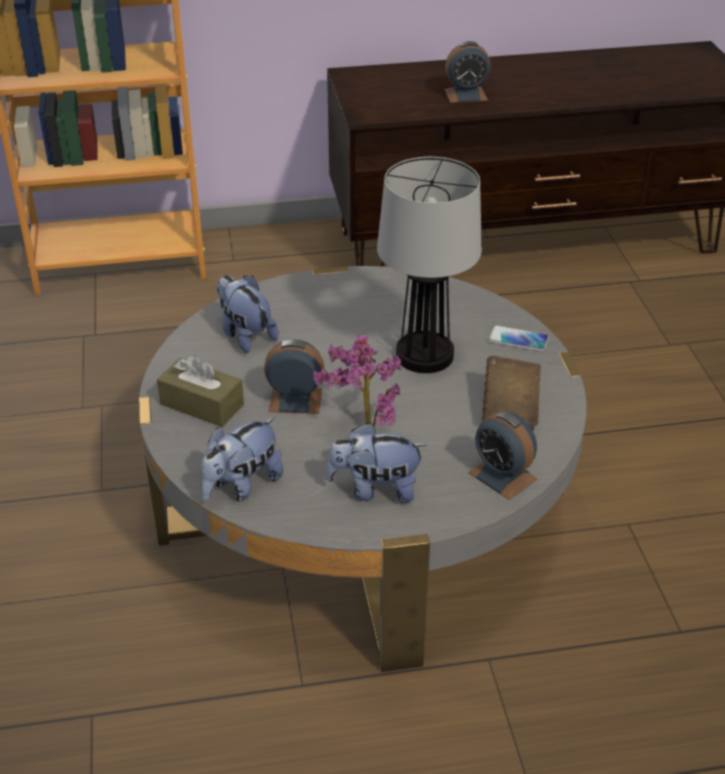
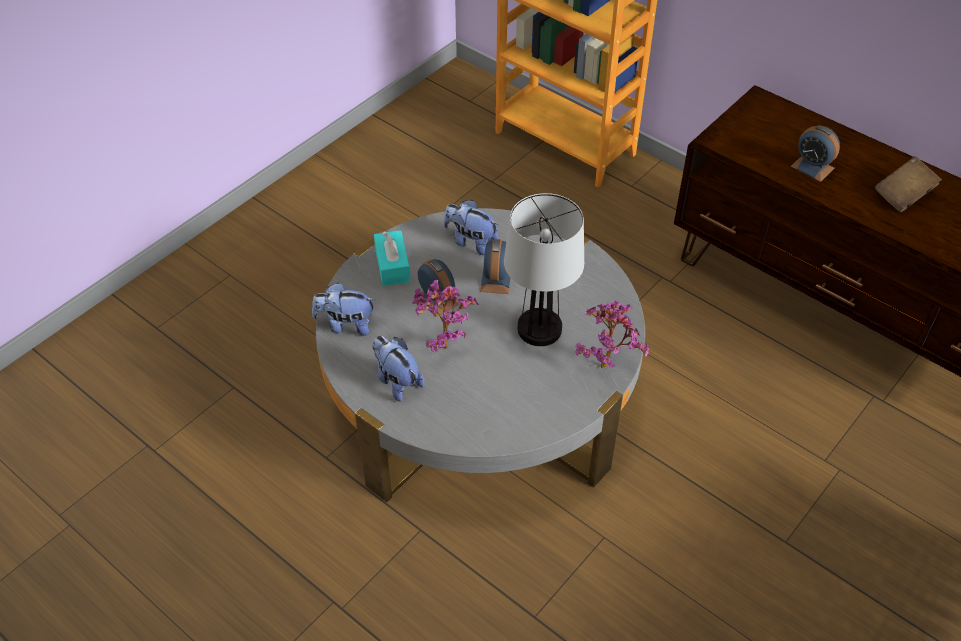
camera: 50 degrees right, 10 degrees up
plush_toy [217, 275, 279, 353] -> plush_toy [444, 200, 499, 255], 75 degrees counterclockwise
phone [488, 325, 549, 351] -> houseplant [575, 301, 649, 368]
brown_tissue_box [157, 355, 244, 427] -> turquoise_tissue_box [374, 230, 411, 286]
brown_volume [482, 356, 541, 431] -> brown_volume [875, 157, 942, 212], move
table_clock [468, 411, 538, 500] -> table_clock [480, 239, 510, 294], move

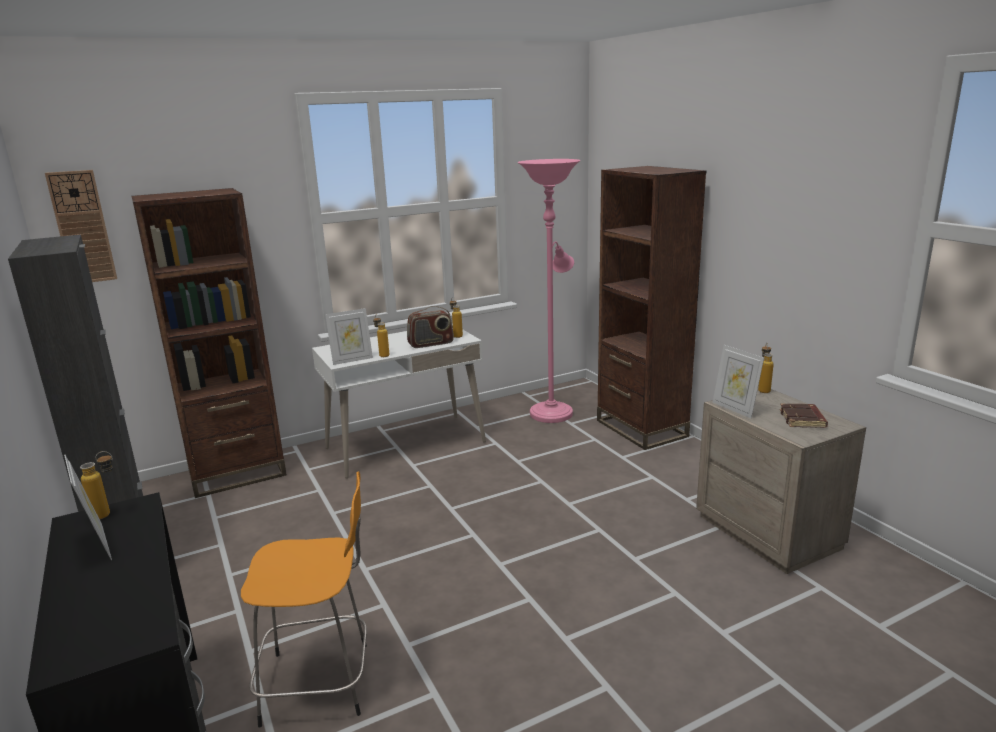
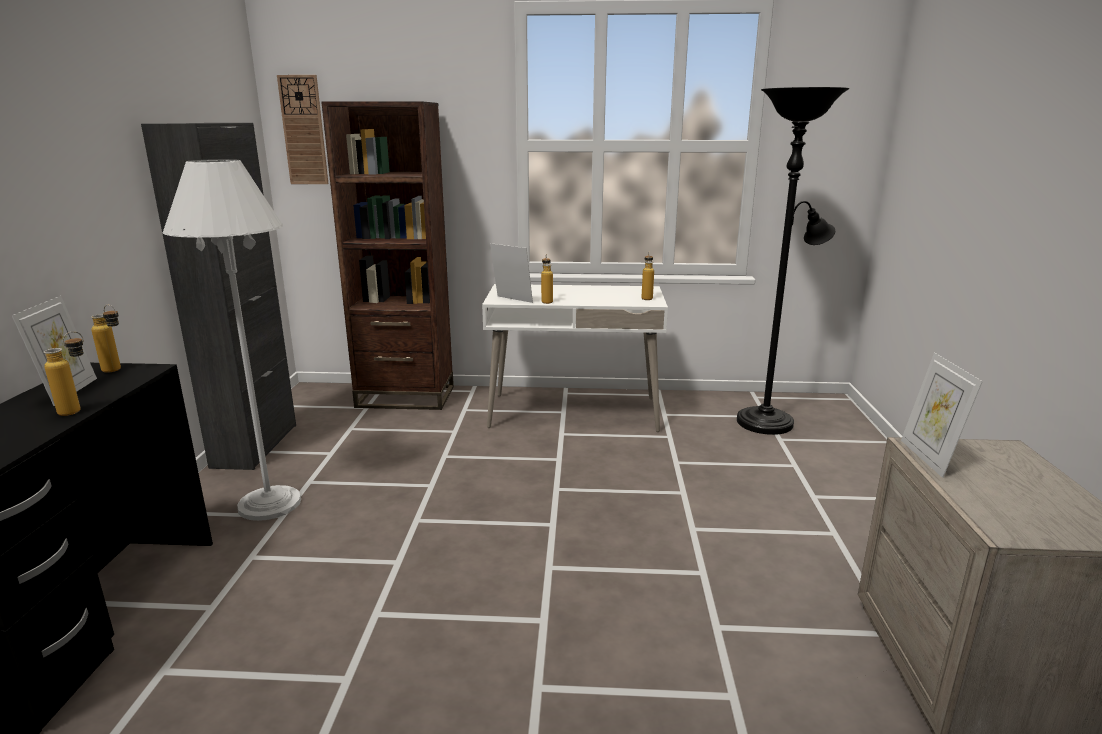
camera: 30 degrees right, 0 degrees up
pink-coloured_standing_lamp [518, 159, 581, 423] -> black-coloured_standing_lamp [737, 87, 849, 435]
brown_bookshelf [597, 166, 706, 450] -> none
radio_set [407, 306, 454, 348] -> none
standing_frame [325, 308, 373, 365] -> standing_frame [490, 243, 533, 303], 150 degrees counterclockwise
beverage_bottle [758, 343, 774, 393] -> beverage_bottle [44, 331, 84, 416], move
brown_volume [780, 403, 828, 428] -> none
orange-coloured_sitting_stool [241, 471, 367, 727] -> none
none -> white-coloured_standing_lamp [163, 159, 301, 521]

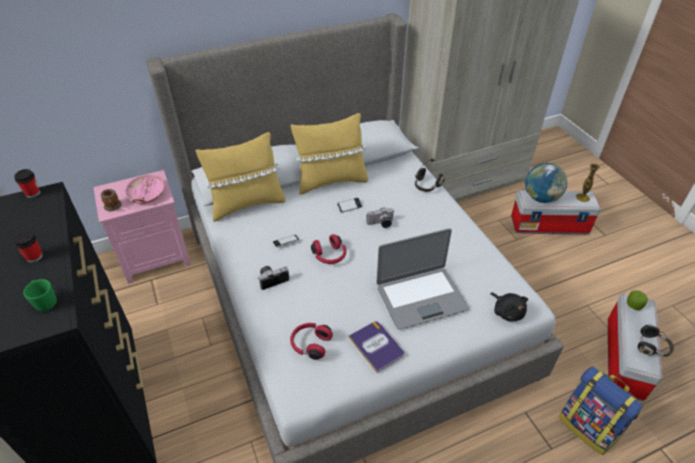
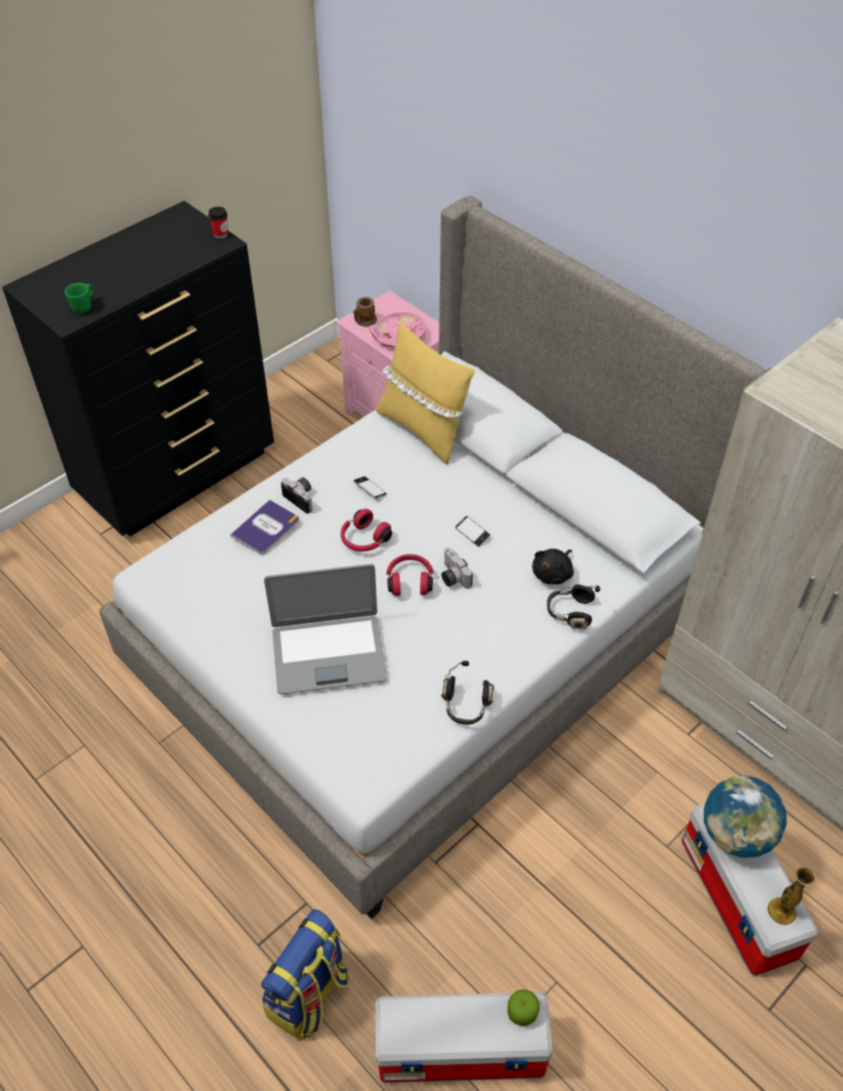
camera: 70 degrees right, 5 degrees up
yellow_pillow [291, 113, 368, 195] -> none
portable_computer [377, 228, 469, 330] -> portable_computer [264, 564, 387, 694], 60 degrees counterclockwise
cup [13, 231, 43, 263] -> none
black-coloured_plush_toy [490, 292, 528, 322] -> black-coloured_plush_toy [532, 549, 574, 584], move
volume [349, 321, 404, 373] -> volume [230, 500, 299, 554], move
red-coloured_headphones [290, 323, 333, 360] -> red-coloured_headphones [387, 554, 433, 596], move
black-coloured_headphones [638, 325, 674, 357] -> black-coloured_headphones [441, 661, 494, 725], move

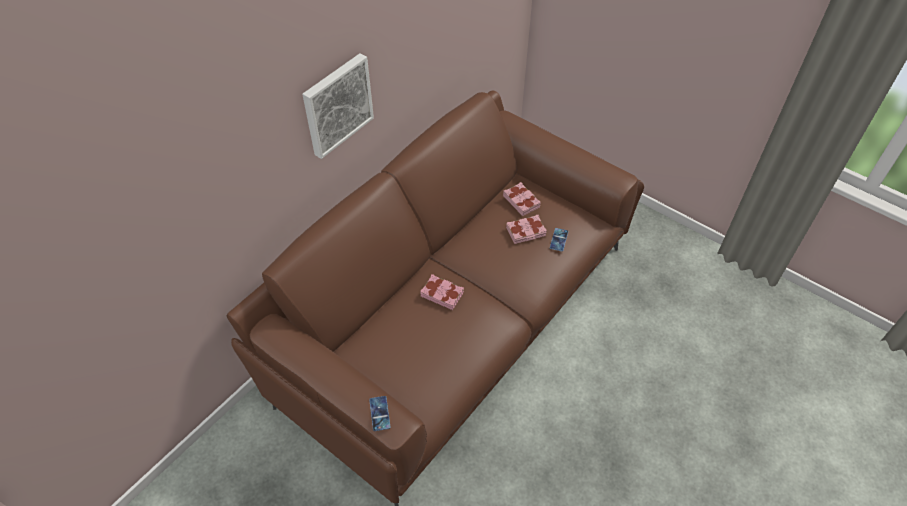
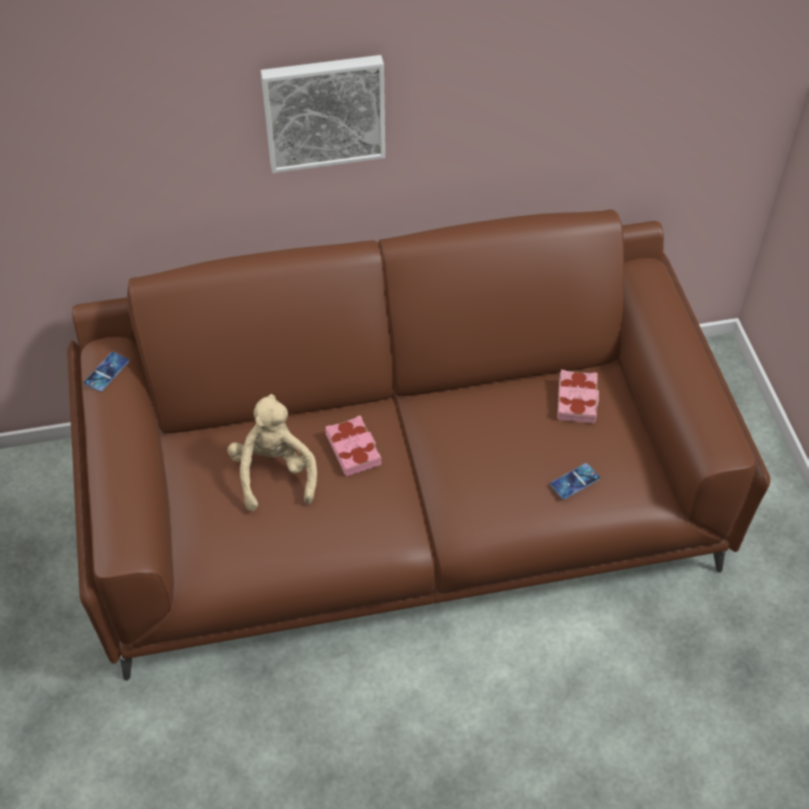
camera: 40 degrees right, 0 degrees up
pink-coloured_volume [506, 215, 547, 244] -> none
phone [369, 396, 391, 431] -> phone [84, 352, 129, 392], move
none -> sand-coloured_plush_toy [227, 394, 317, 511]

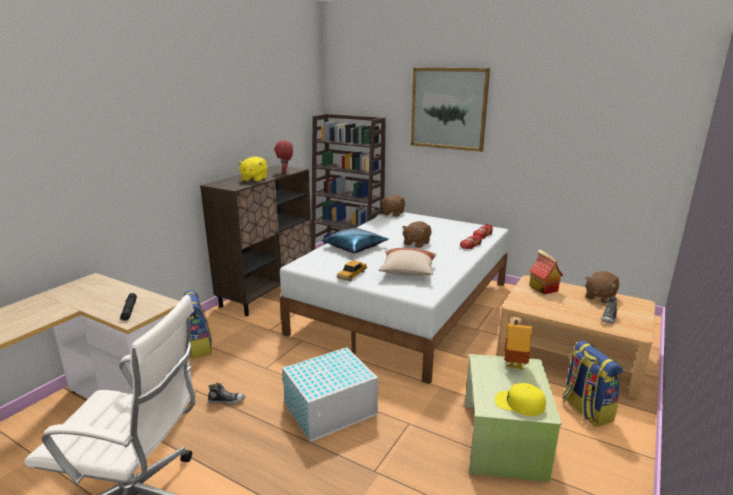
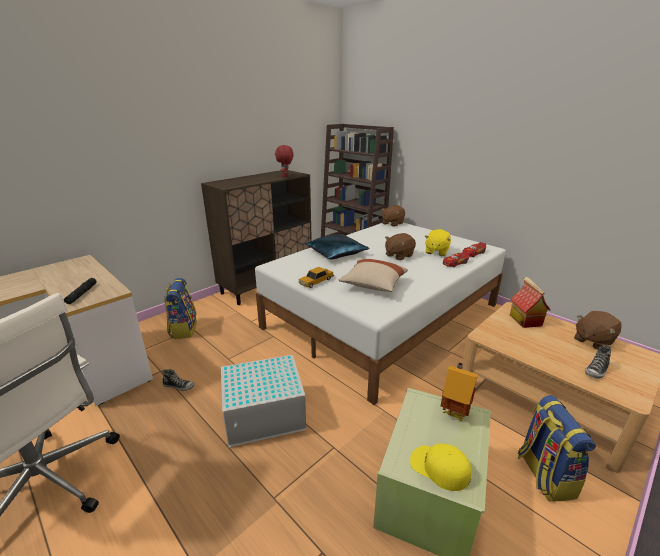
camera: 15 degrees right, 5 degrees up
wall_art [411, 68, 490, 152] -> none
yellow_plush_toy [238, 156, 268, 182] -> yellow_plush_toy [425, 229, 451, 256], move

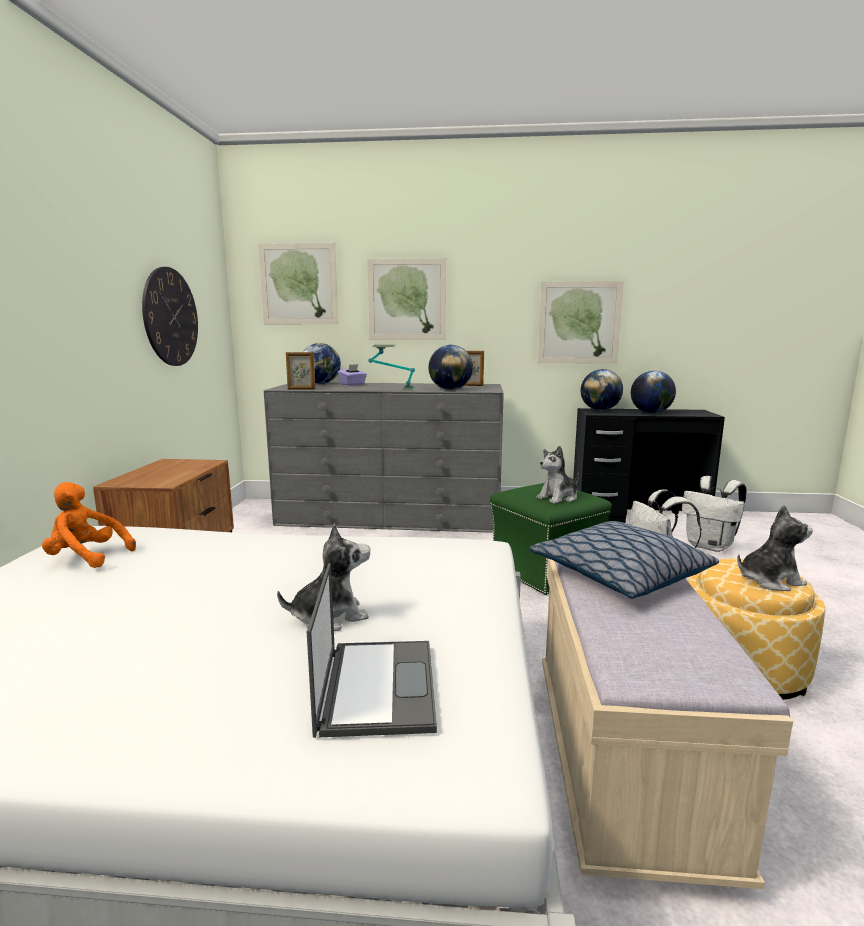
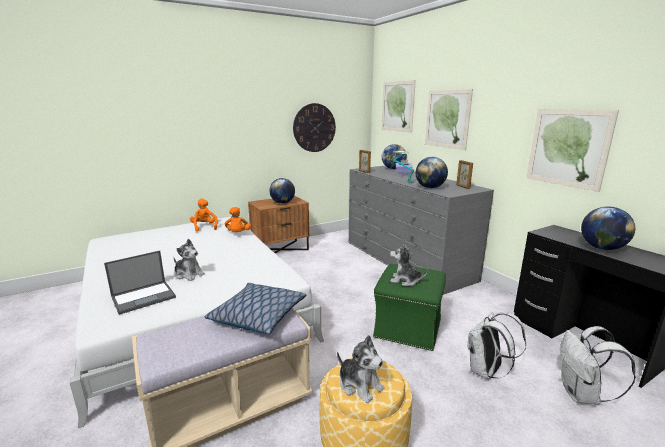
camera: 55 degrees right, 5 degrees up
world_globe [581, 369, 623, 410] -> world_globe [269, 178, 295, 204], move
none -> orange-coloured_plush_toy [225, 207, 251, 232]

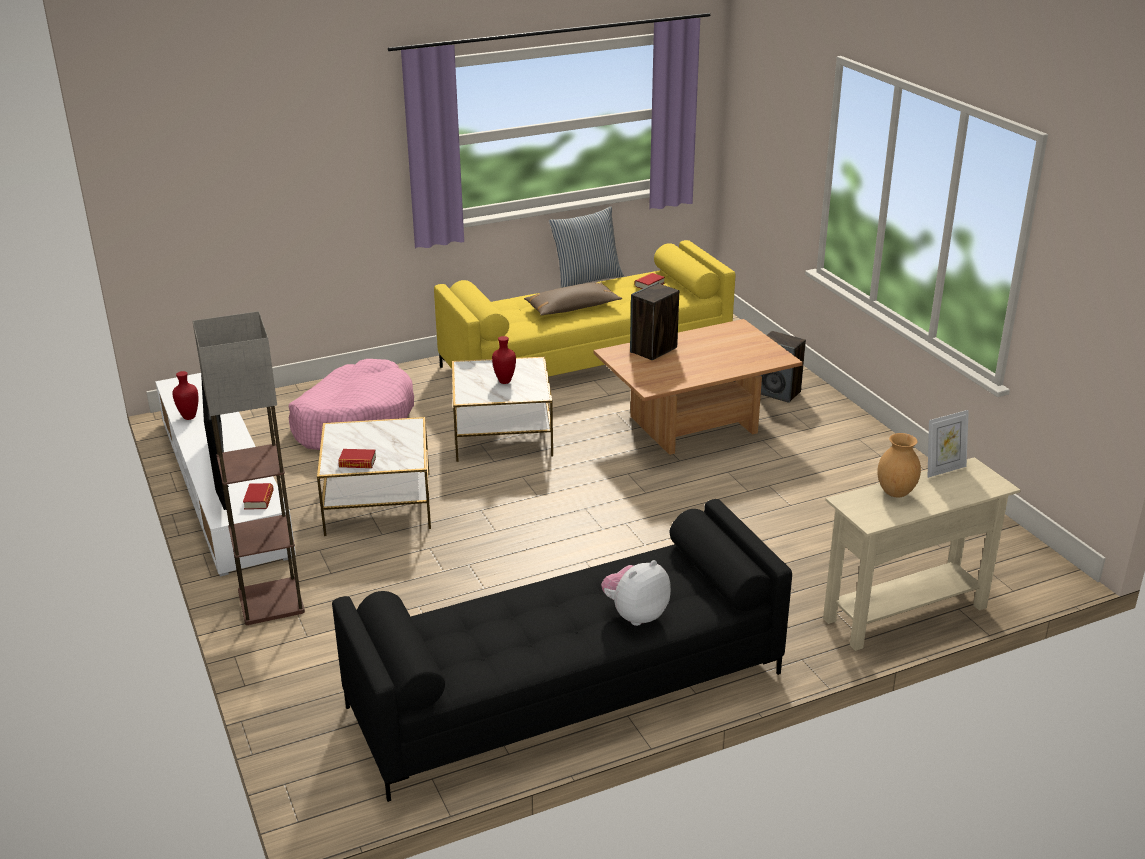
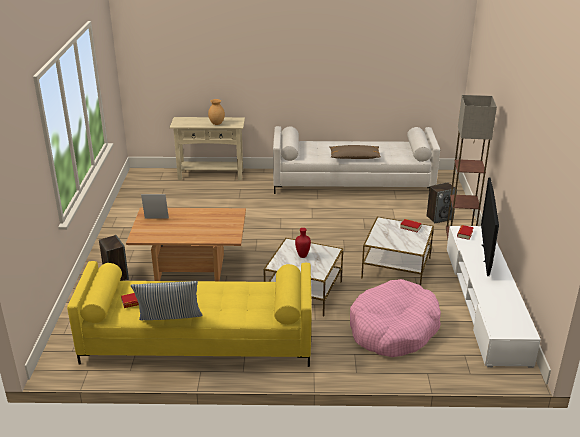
camera: 155 degrees left, 0 degrees up
brown_pillow [524, 282, 622, 316] -> brown_pillow [329, 145, 381, 159], move
speaker [630, 282, 679, 360] -> speaker [427, 183, 457, 223], move
red-coloured_decorative_vase [172, 371, 198, 420] -> none
standing_frame [927, 410, 969, 478] -> standing_frame [141, 194, 169, 219], move
black-coloured_settee [332, 499, 792, 802] -> white-coloured_settee [273, 126, 440, 194]
plush_toy [601, 560, 671, 626] -> none

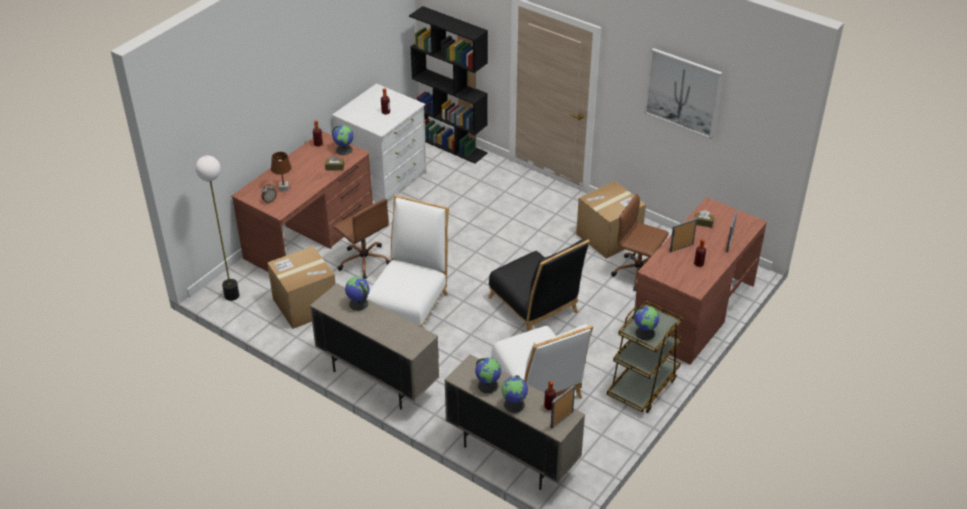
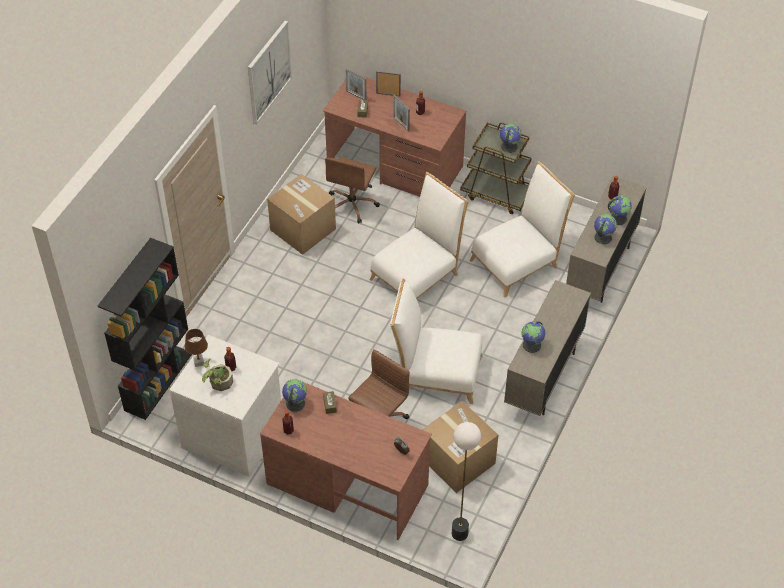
camera: 100 degrees left, 10 degrees up
brown_lamp_for_a_table [271, 152, 292, 191] -> brown_lamp_for_a_table [185, 329, 208, 367], move
black-coloured_plain_chair [488, 240, 590, 331] -> white-coloured_plain_chair [369, 172, 469, 299]
standing_frame [550, 385, 575, 429] -> standing_frame [346, 69, 367, 100], move
none -> houseplant [202, 358, 233, 391]

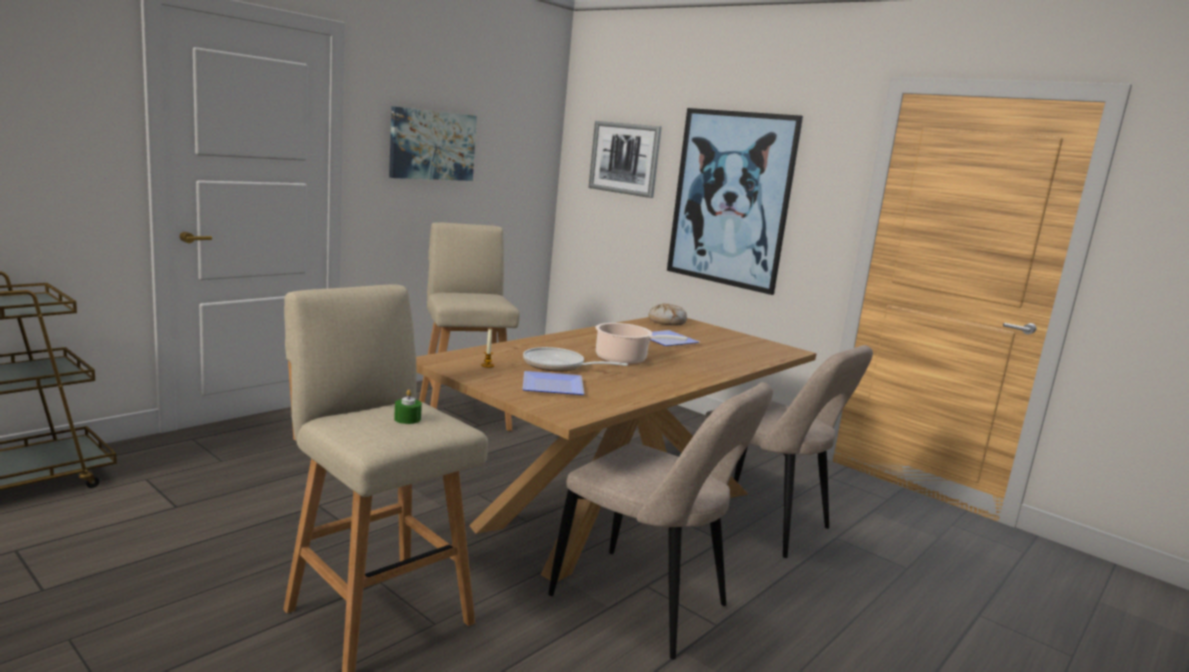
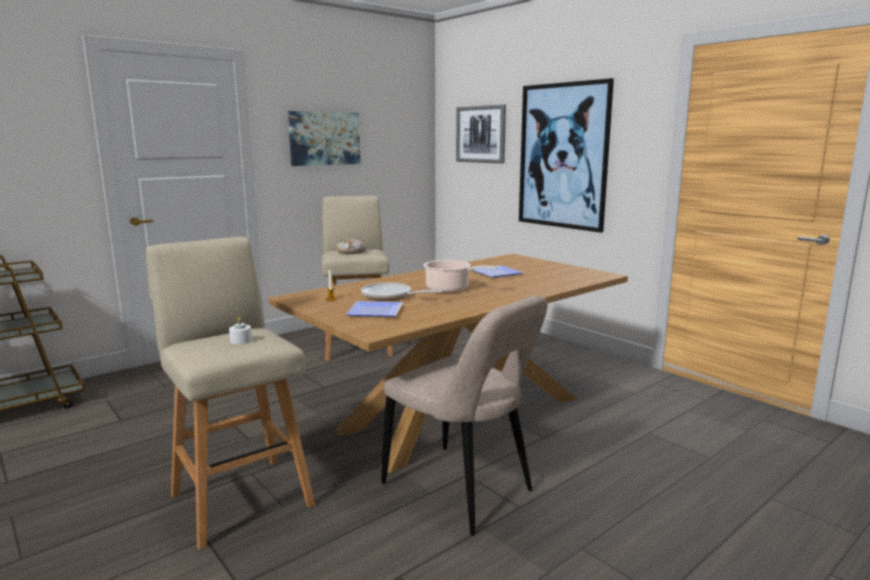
camera: 10 degrees right, 0 degrees up
bakery_bread [648, 303, 687, 326] -> bakery_bread [337, 238, 367, 254], move
sand-coloured_plain_chair [704, 345, 873, 558] -> none
green_candle [394, 390, 422, 424] -> white-coloured_candle [229, 317, 252, 344]

